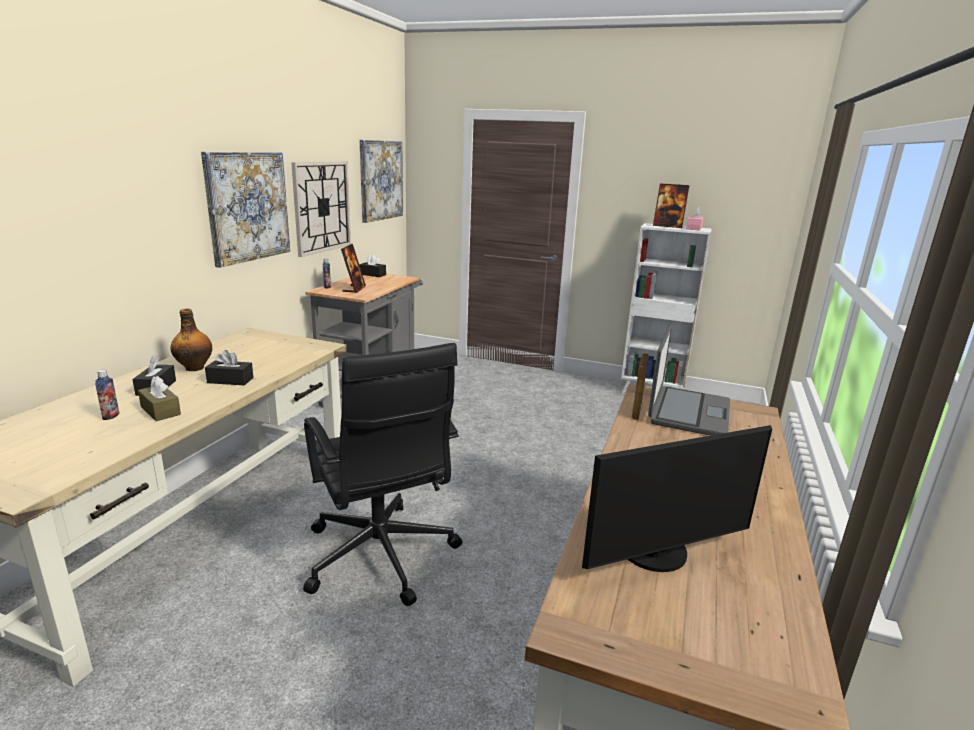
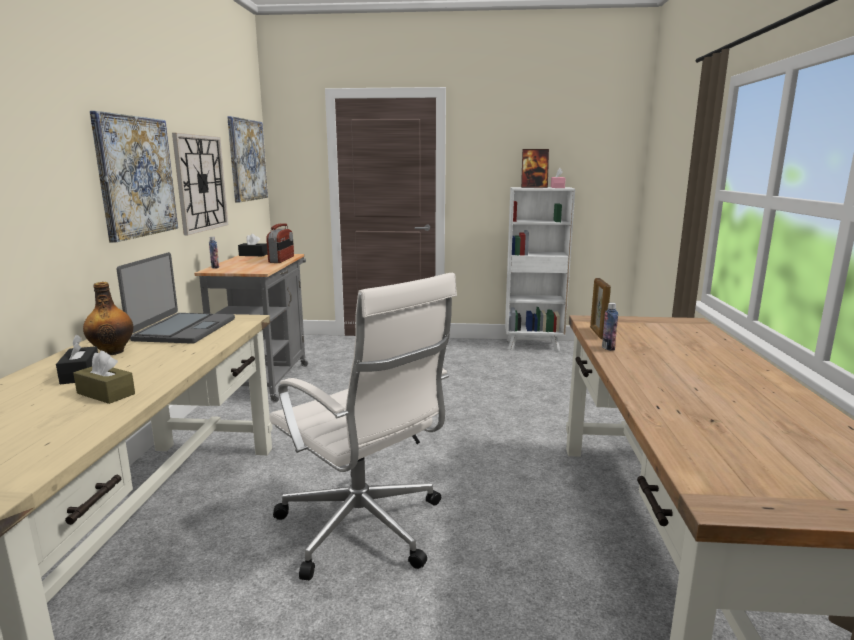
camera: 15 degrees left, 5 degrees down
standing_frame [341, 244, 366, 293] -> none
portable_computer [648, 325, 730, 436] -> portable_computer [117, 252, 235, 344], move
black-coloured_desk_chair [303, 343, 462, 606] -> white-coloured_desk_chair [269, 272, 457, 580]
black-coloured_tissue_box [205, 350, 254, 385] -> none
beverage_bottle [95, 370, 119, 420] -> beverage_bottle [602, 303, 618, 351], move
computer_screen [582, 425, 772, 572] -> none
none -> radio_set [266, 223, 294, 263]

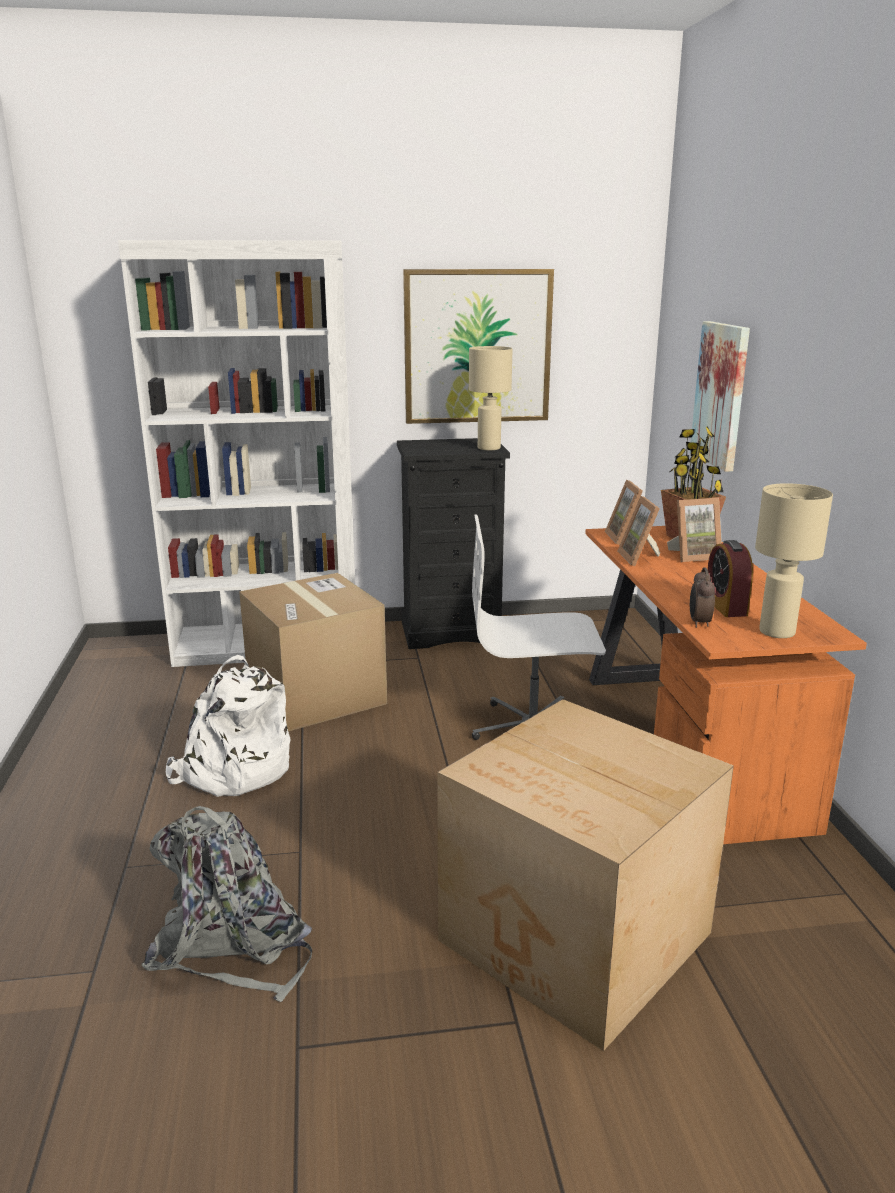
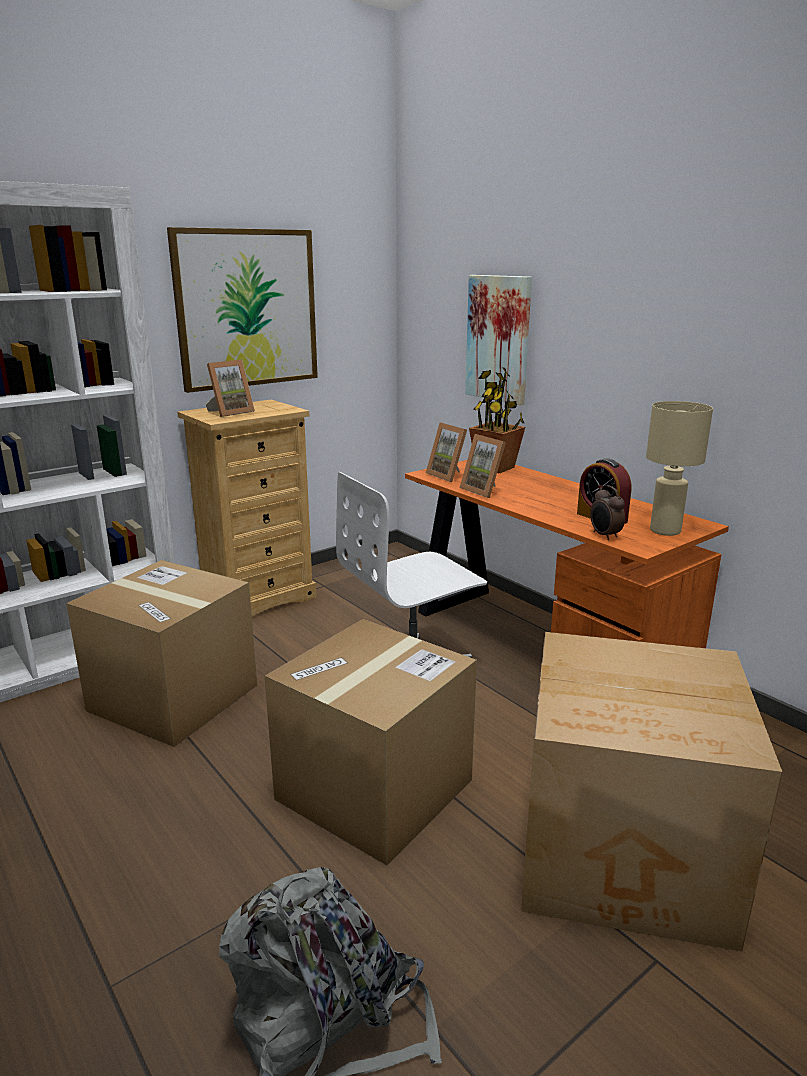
camera: 30 degrees left, 0 degrees up
sand-coloured_lamp_for_a_table [469, 346, 513, 450] -> none
black-coloured_dresser [397, 438, 510, 649] -> sand-coloured_dresser [177, 399, 316, 617]
standing_frame [667, 498, 722, 562] -> standing_frame [206, 359, 255, 417], move
white-coloured_rucksack [166, 655, 291, 797] -> none
none -> packing_box [265, 619, 477, 866]

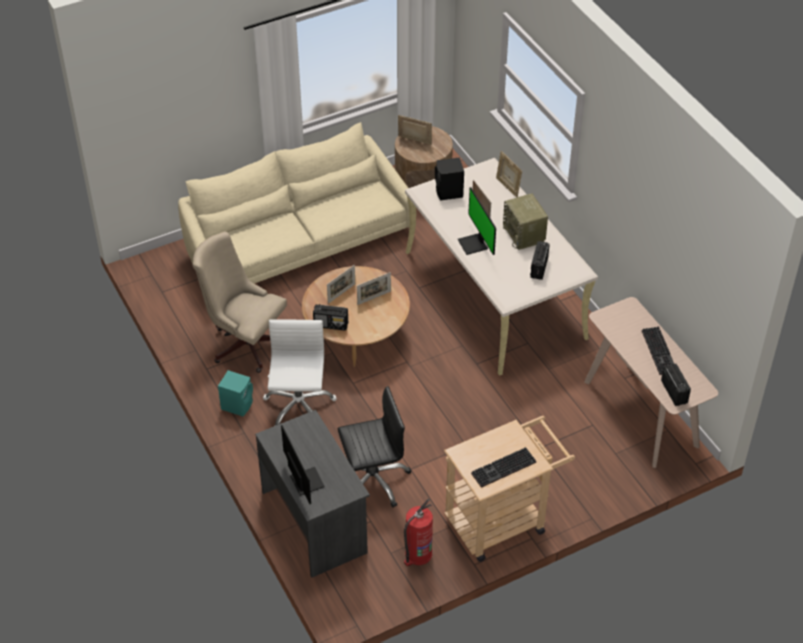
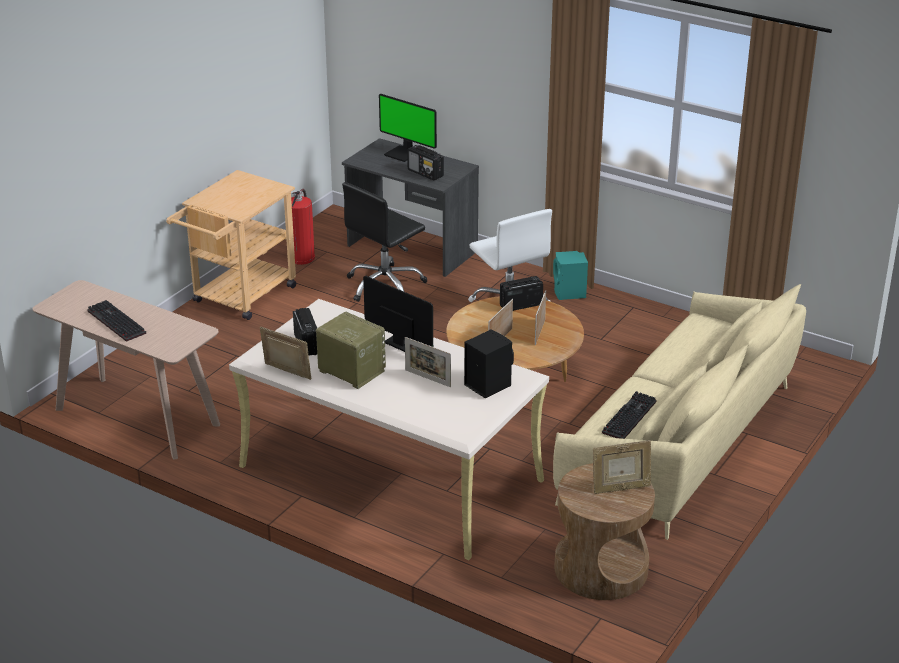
camera: 150 degrees right, 15 degrees down
standing_frame [496, 151, 522, 198] -> standing_frame [260, 327, 311, 380], move
sand-coloured_desk_chair [192, 232, 287, 373] -> none
radio_set [661, 364, 691, 406] -> radio_set [407, 145, 444, 180], move
keyboard [471, 447, 536, 488] -> keyboard [602, 391, 657, 439], move

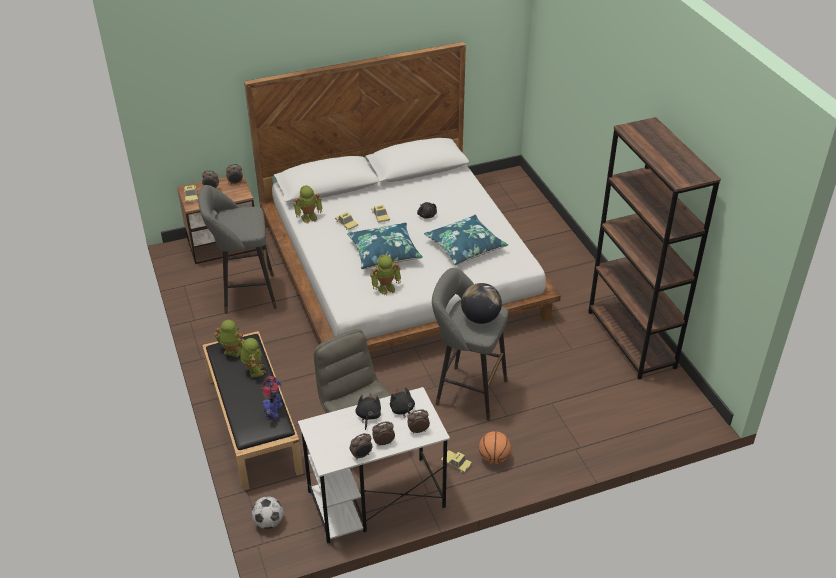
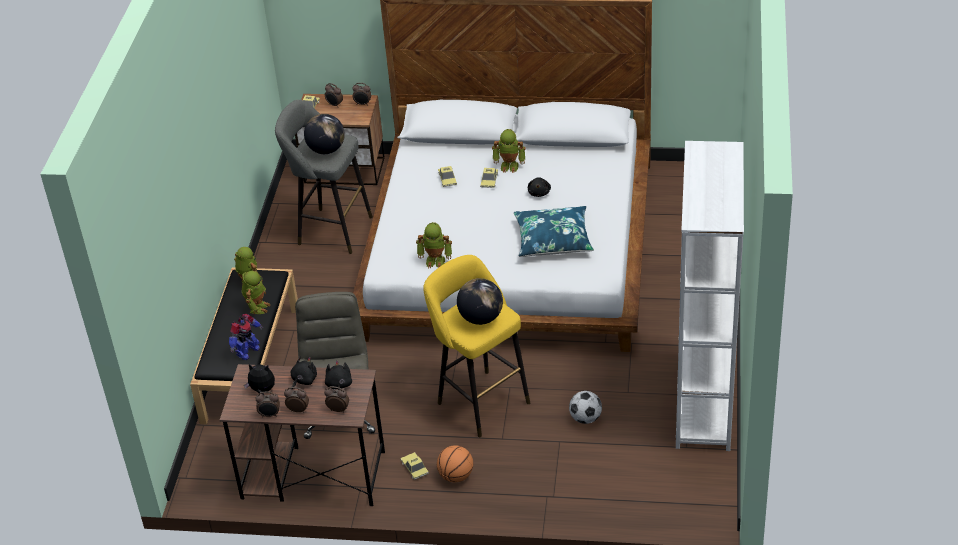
camera: 30 degrees right, 0 degrees up
brown_bookshelf [588, 117, 721, 380] -> white-coloured_bookshelf [676, 141, 744, 451]
toy_robot [293, 185, 322, 224] -> toy_robot [492, 129, 526, 173], move
blue_pillow [347, 223, 423, 269] -> none
gray_sitting_stool [432, 268, 508, 421] -> yellow_sitting_stool [423, 255, 530, 437]
white-coloured_desk_unit [298, 387, 450, 544] -> brown_desk_unit [220, 364, 385, 506]
football [251, 496, 283, 529] -> football [569, 391, 602, 424], move
none -> world_globe [304, 114, 345, 154]
none -> plush_toy [244, 363, 275, 395]

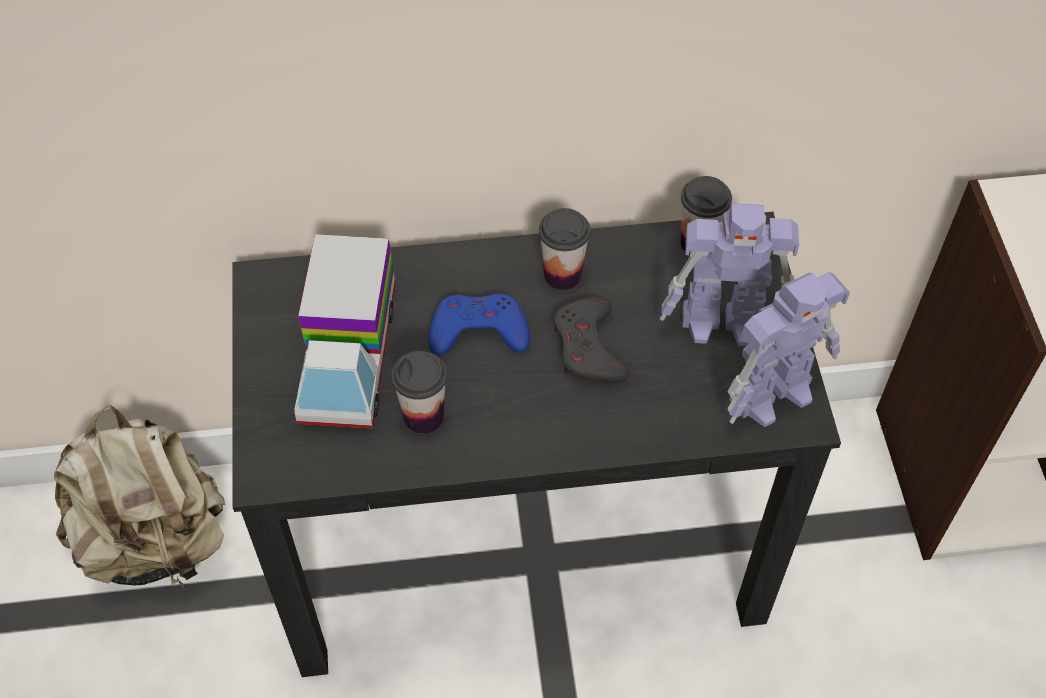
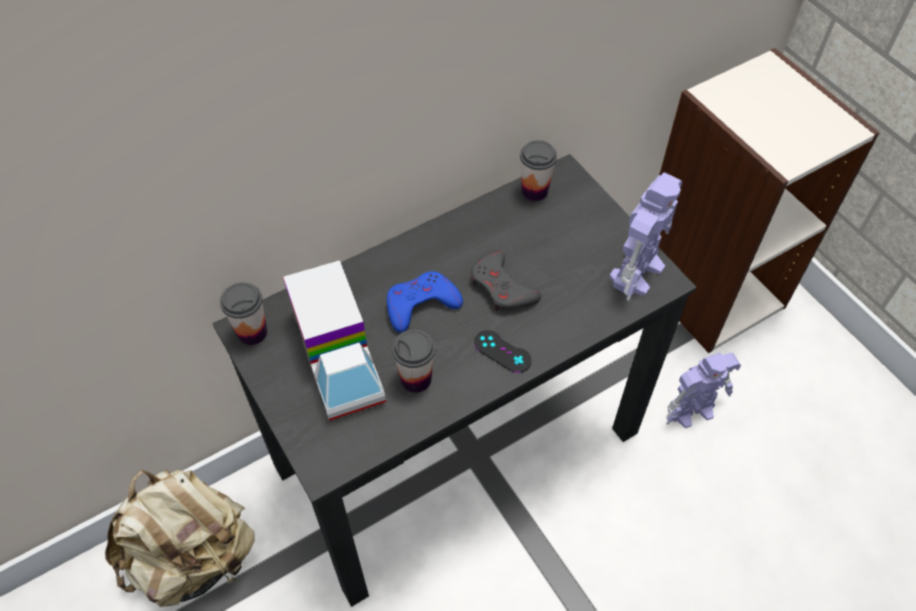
camera: 25 degrees left, 0 degrees up
toy_robot [660, 203, 799, 346] -> toy_robot [666, 353, 741, 428], move
cup [539, 208, 590, 290] -> cup [220, 282, 267, 345], move
none -> black-coloured_game_controller [474, 330, 532, 373]

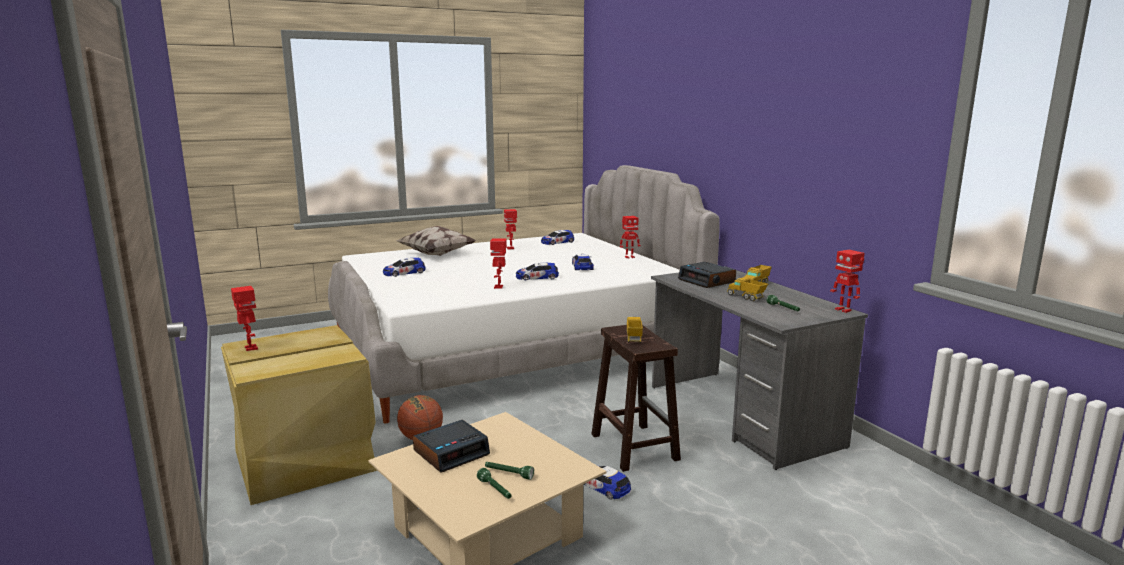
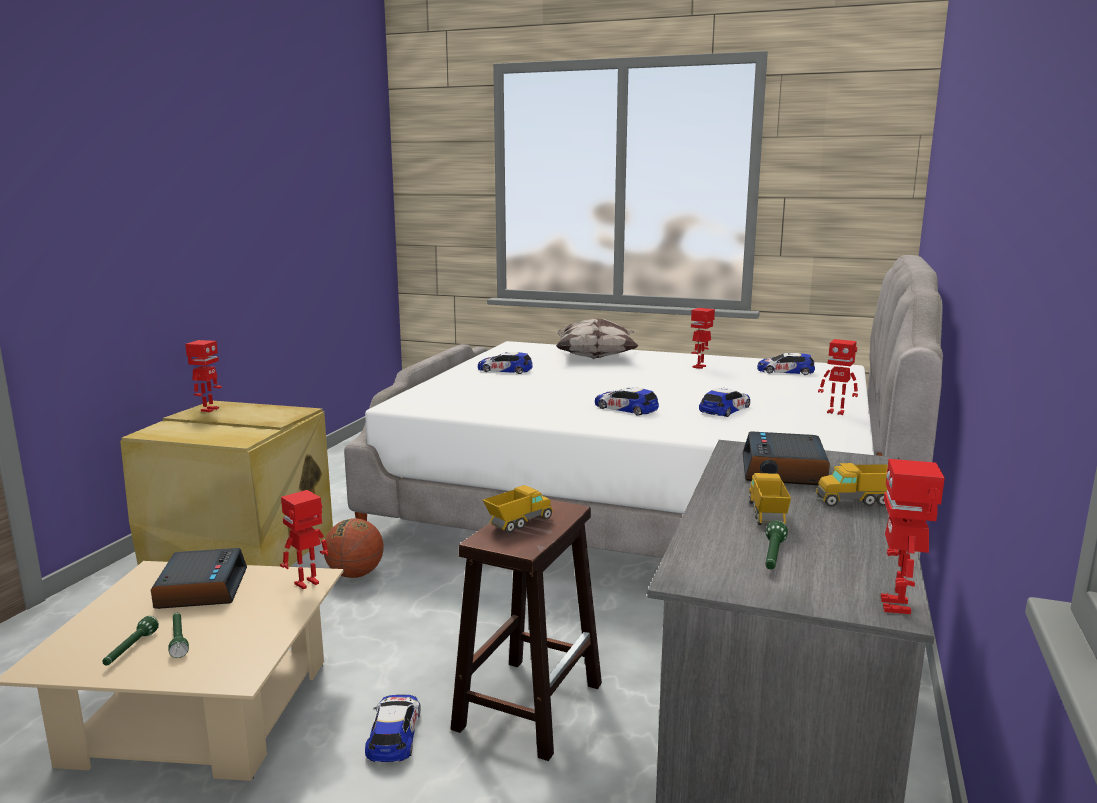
camera: 45 degrees right, 0 degrees up
toy_robot [490, 238, 507, 289] -> toy_robot [280, 490, 328, 589], move
table_clock [413, 420, 490, 473] -> table_clock [151, 548, 247, 609], 105 degrees counterclockwise

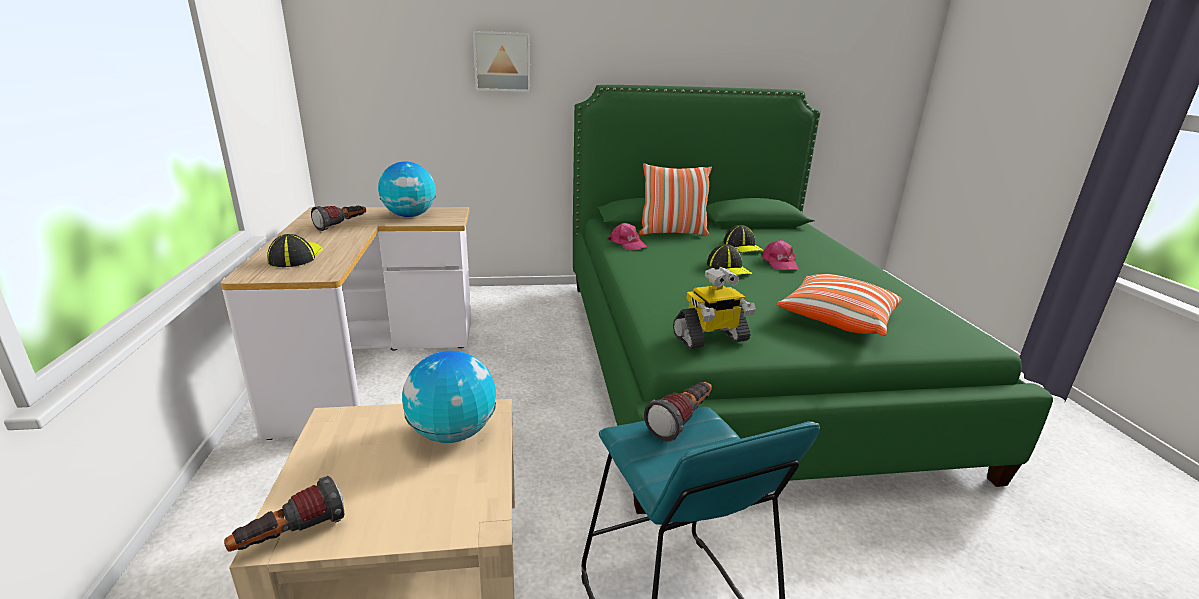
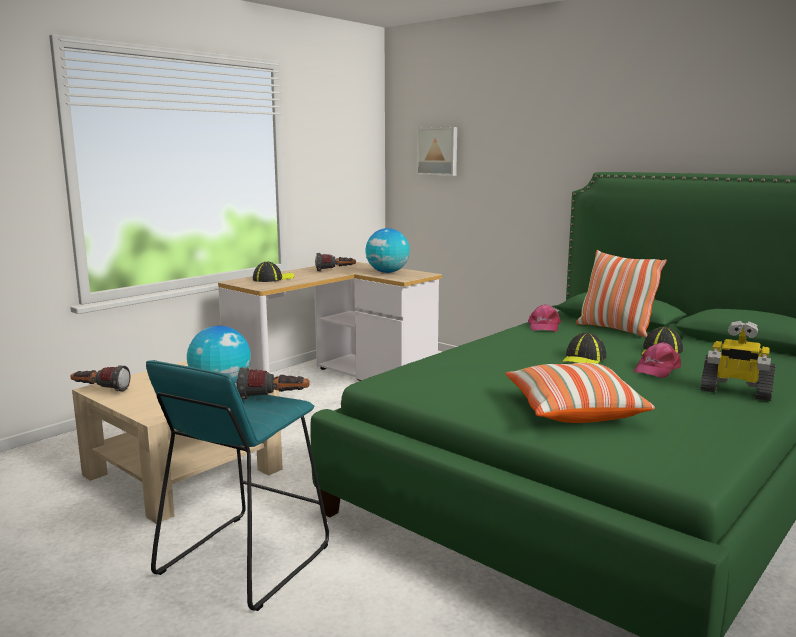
camera: 50 degrees right, 10 degrees down
wall_art [473, 31, 530, 92] -> wall_art [417, 127, 457, 176], move
toy_robot [673, 267, 756, 349] -> toy_robot [700, 321, 776, 401], move

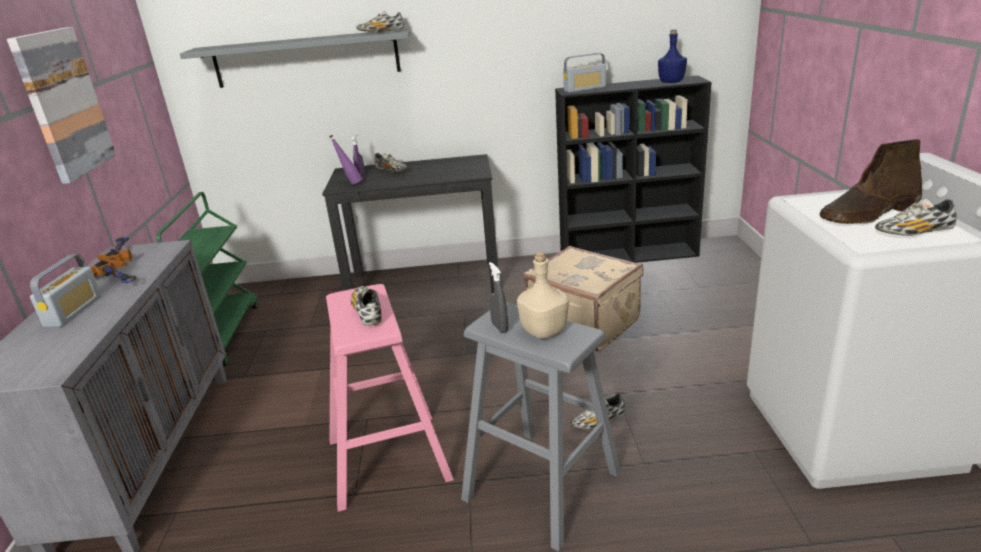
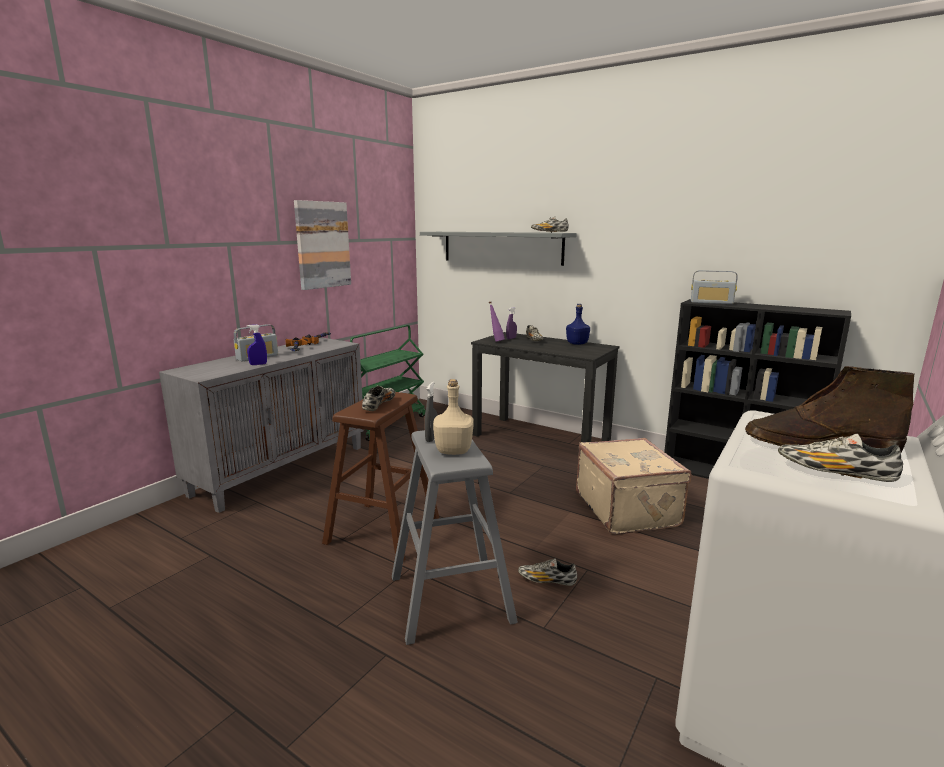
camera: 35 degrees right, 10 degrees down
blue_beverage_bottle [658, 29, 687, 83] -> blue_beverage_bottle [566, 304, 590, 345], move
pink-coloured_sitting_stool [326, 284, 454, 512] -> brown_sitting_stool [322, 392, 439, 562]
none -> blue_hand_sprayer [247, 324, 267, 365]

